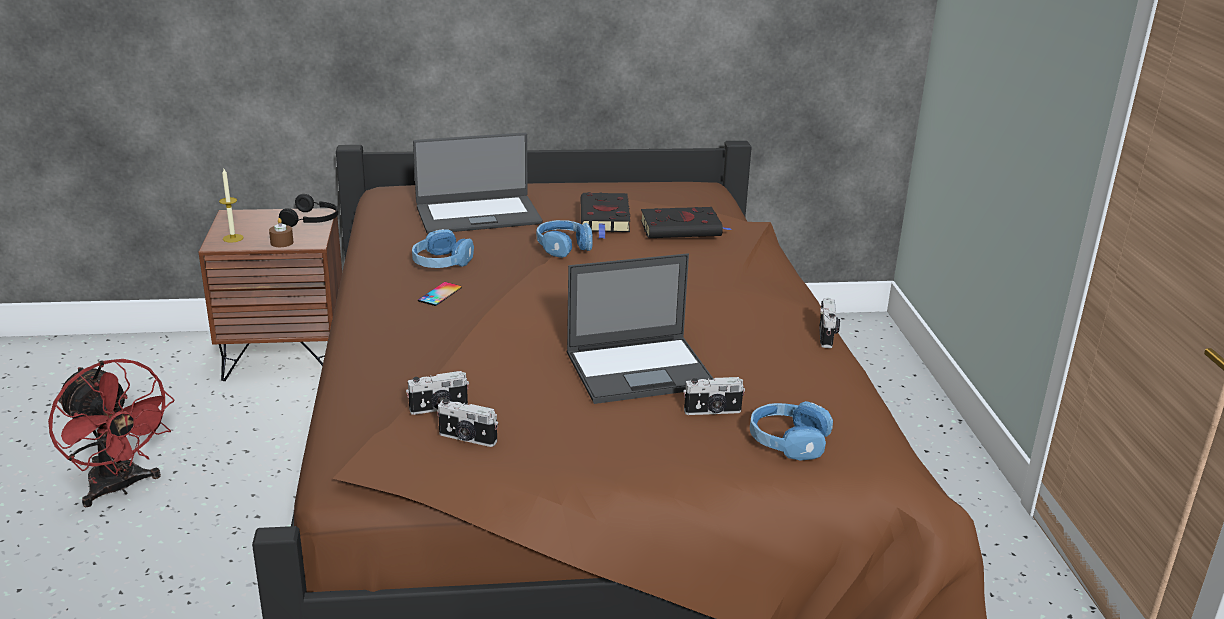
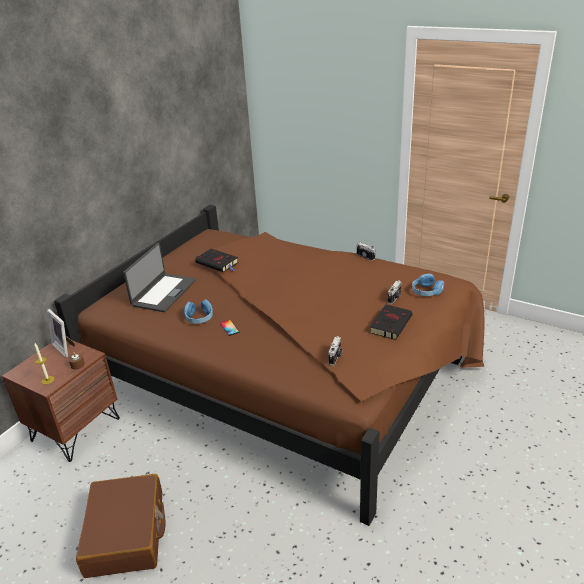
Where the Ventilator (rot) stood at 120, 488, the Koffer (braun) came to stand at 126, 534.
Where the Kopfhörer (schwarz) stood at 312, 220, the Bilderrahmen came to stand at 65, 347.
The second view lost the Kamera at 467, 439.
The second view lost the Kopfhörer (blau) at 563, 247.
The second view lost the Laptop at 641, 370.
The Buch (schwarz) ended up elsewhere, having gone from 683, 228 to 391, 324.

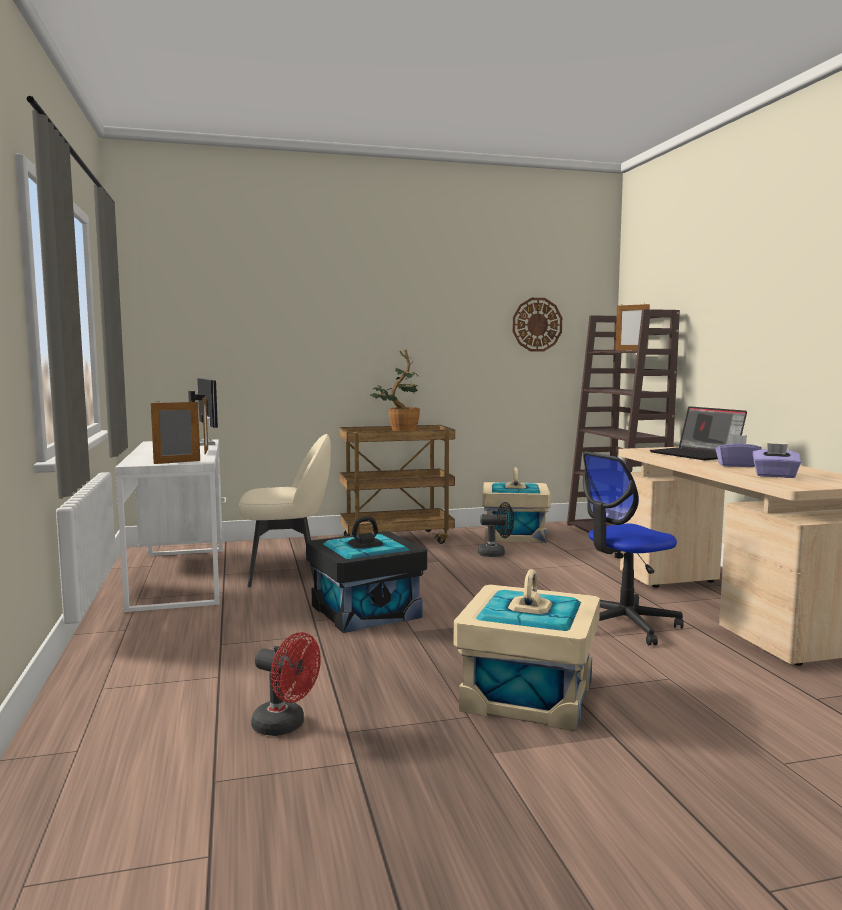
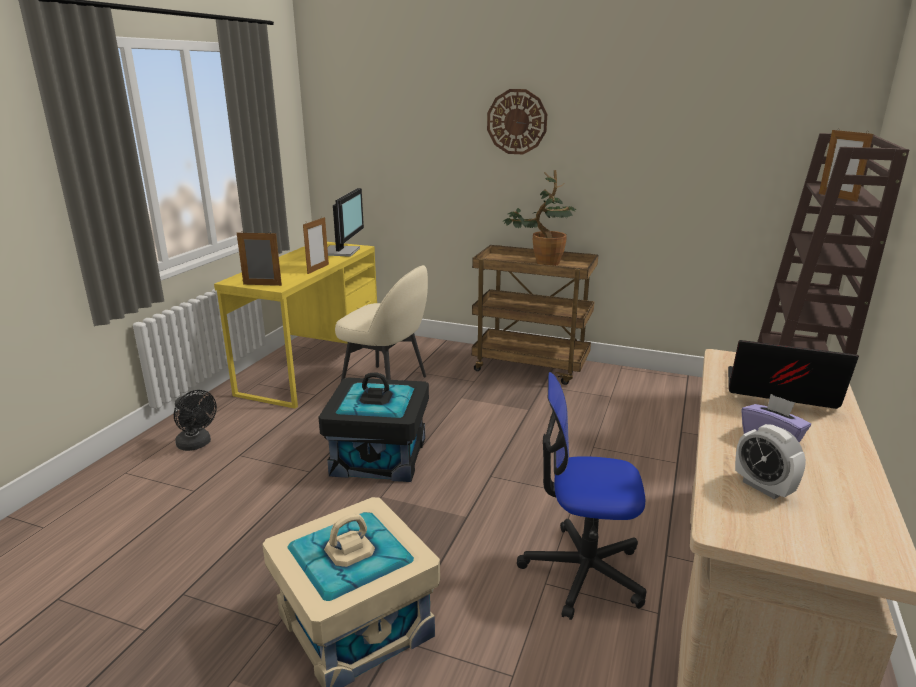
What was the Schreibtisch (weiß) at 180, 576 turned into the Schreibtisch (gelb) at 312, 367.
The second view lost the Ventilator (rot) at 285, 726.
The Ventilator (schwarz) ended up elsewhere, having gone from 496, 554 to 197, 444.
The second view lost the Aufbewahrungsbox (beige) at 515, 534.
The Wanduhr ended up elsewhere, having gone from 537, 324 to 517, 122.
The Laptop at 697, 455 ended up facing another way, 105 degrees clockwise from before.
Where the Taschentuchbox (lila) stood at 775, 476, the Wecker came to stand at 763, 487.

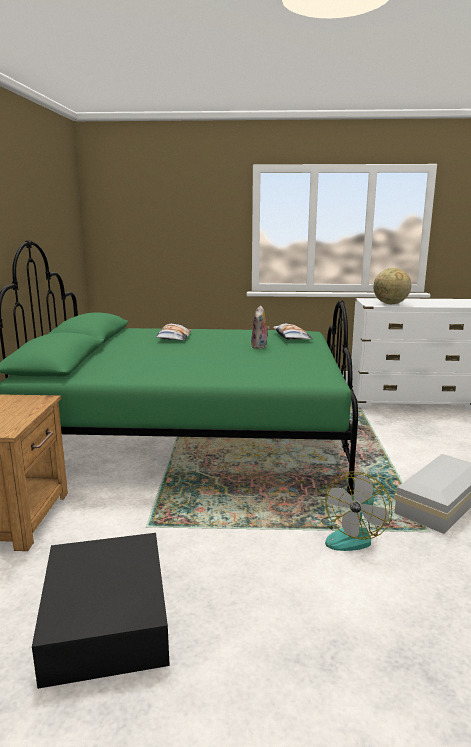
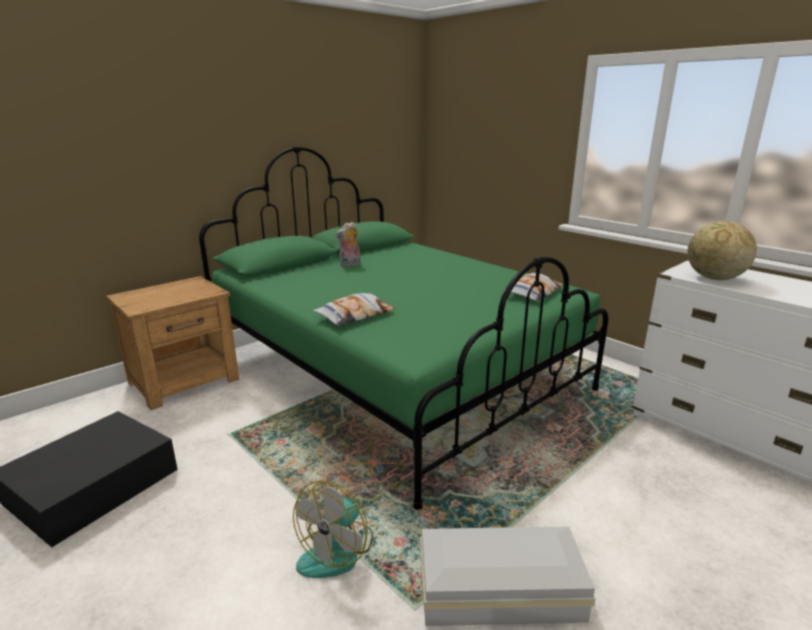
The Kissen ended up elsewhere, having gone from 174, 337 to 354, 315.
The Plüschtier ended up elsewhere, having gone from 260, 346 to 350, 264.
The Ventilator at 352, 535 ended up facing another way, 45 degrees counterclockwise from before.

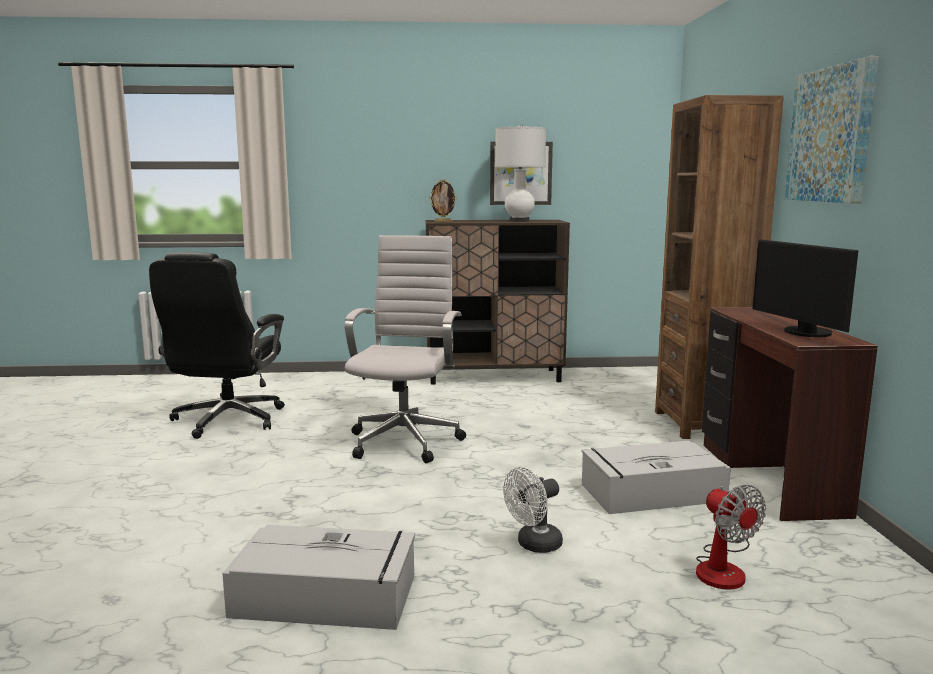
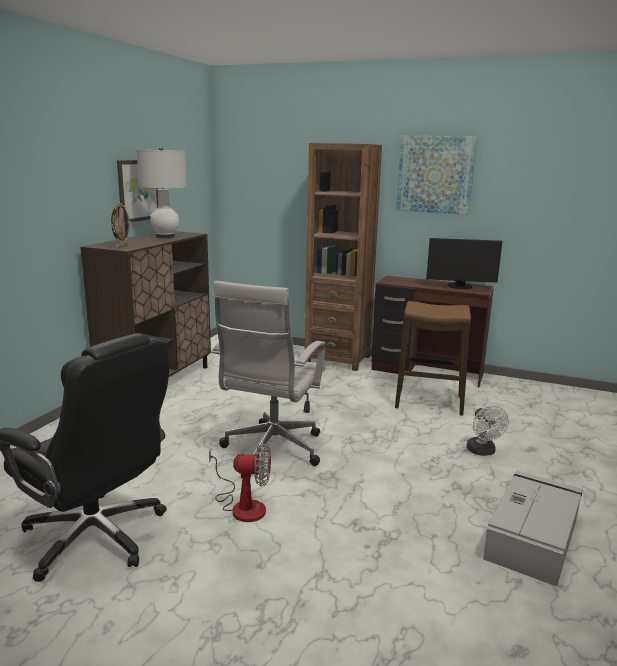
The Bürostuhl (weiß) at 406, 440 ended up facing another way, 105 degrees counterclockwise from before.
Where the Aufbewahrungsbox (grau) stood at 650, 493, the Hocker came to stand at 428, 402.
The Ventilator ended up elsewhere, having gone from 723, 567 to 242, 505.

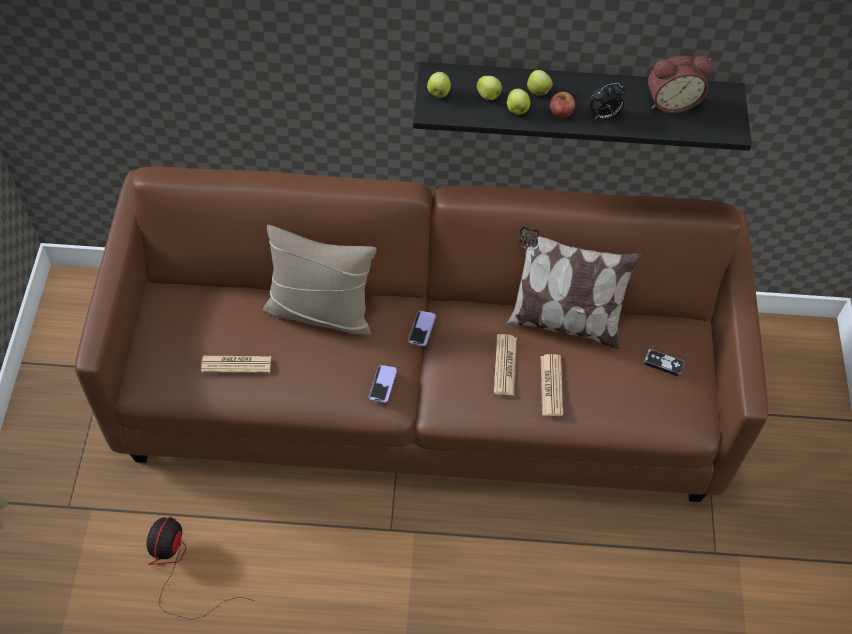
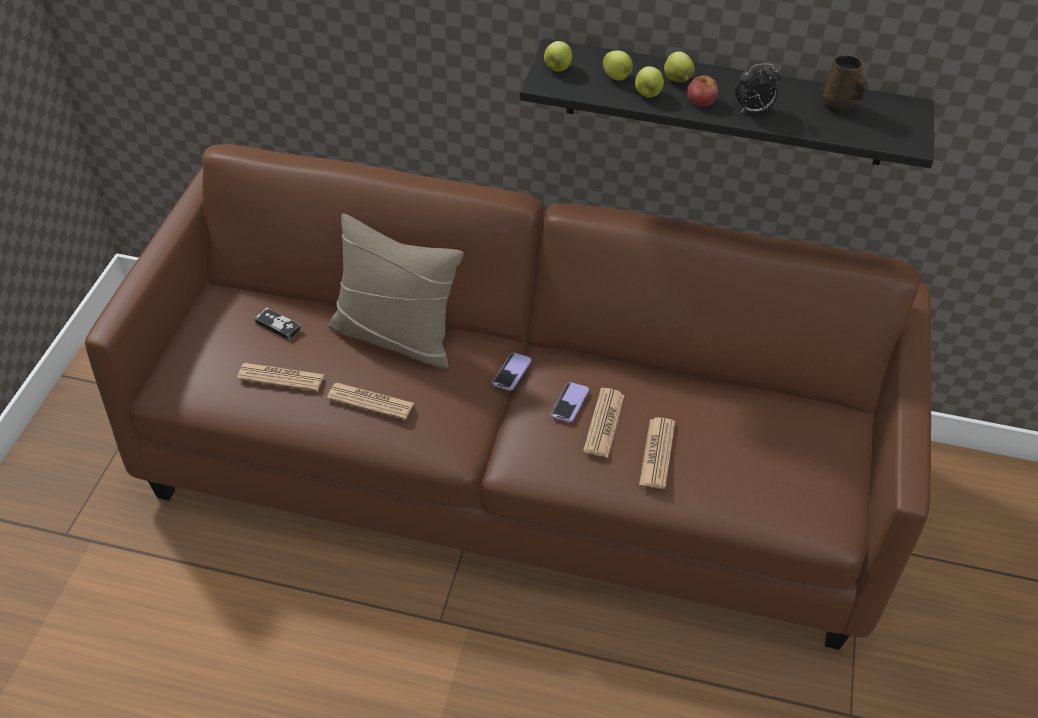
The second view lost the Ventilator at 179, 568.
The Handy ended up elsewhere, having gone from 382, 384 to 569, 403.
The second view lost the Kissen at 562, 321.
The Gamepad ended up elsewhere, having gone from 663, 364 to 278, 325.
Where the Wecker stood at 671, 101, the Henkelbecher (braun) came to stand at 838, 106.
The second view gained the Zeitung at 370, 401.

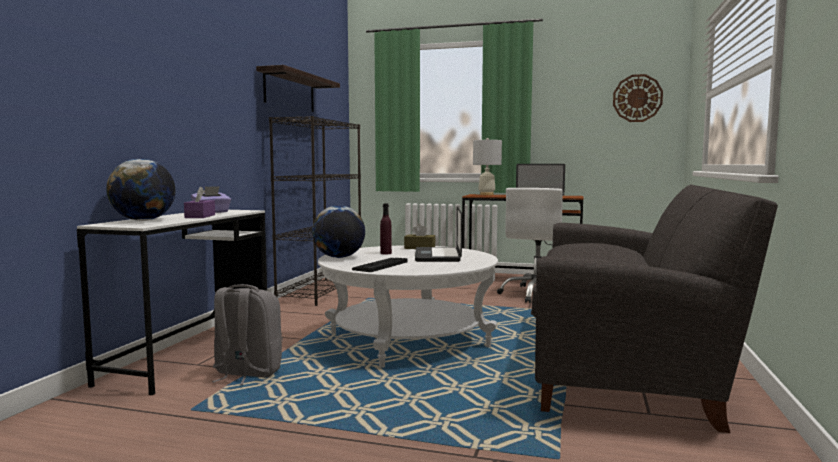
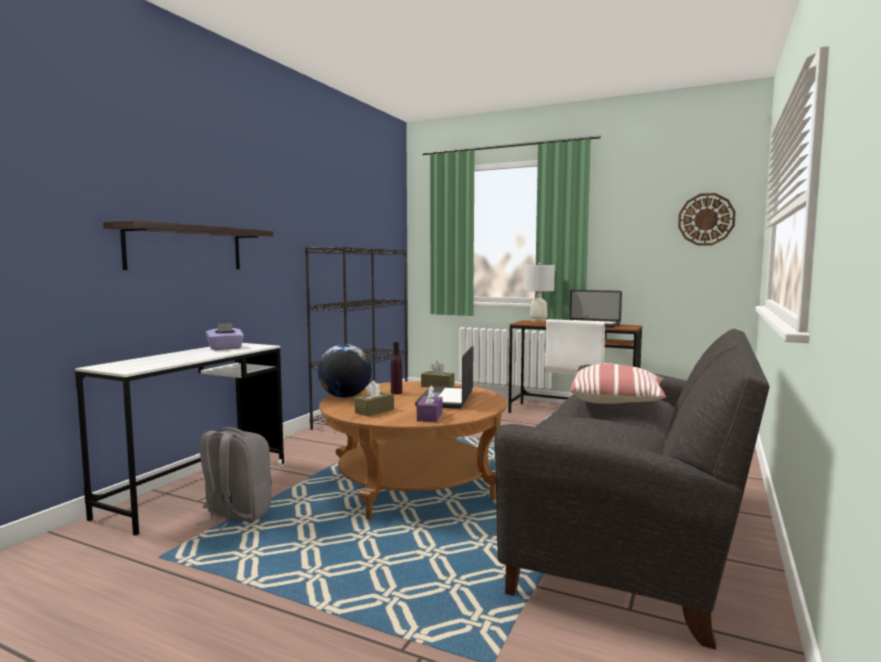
The second view lost the Globus at 143, 220.
The Taschentuchbox (lila) ended up elsewhere, having gone from 200, 216 to 429, 416.
The Wandregal ended up elsewhere, having gone from 289, 91 to 186, 248.
What was the Couchtisch (weiß) at 408, 340 turned into the Couchtisch (braun) at 414, 485.
Where the Tastatur stood at 380, 265, the Taschentuchbox (braun) came to stand at 374, 411.
The second view gained the Kissen at 617, 401.

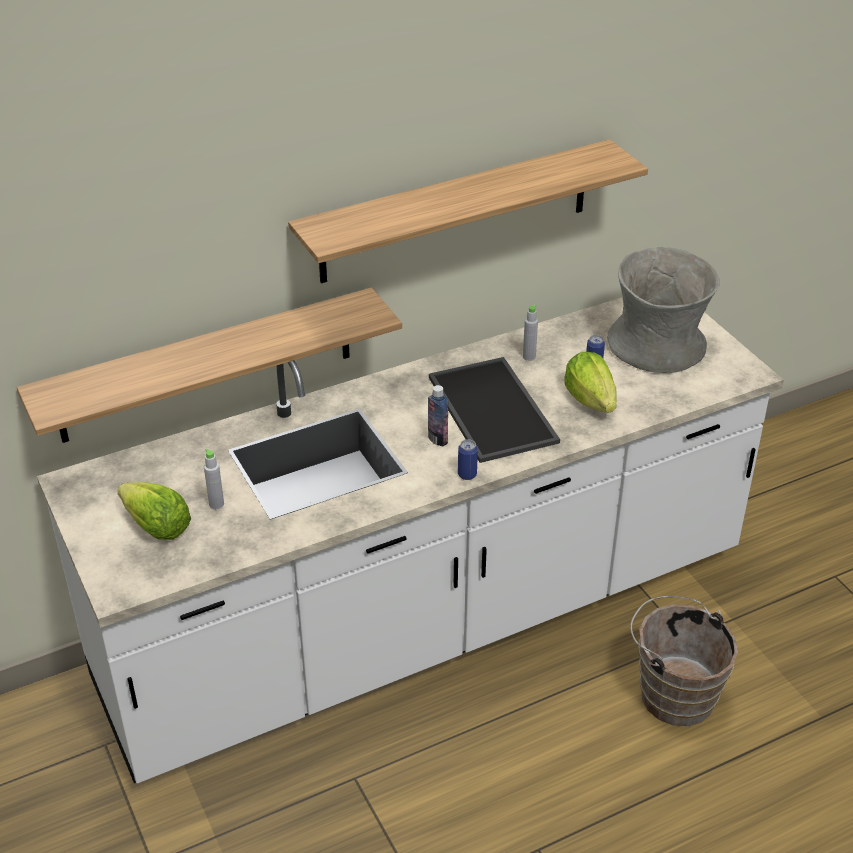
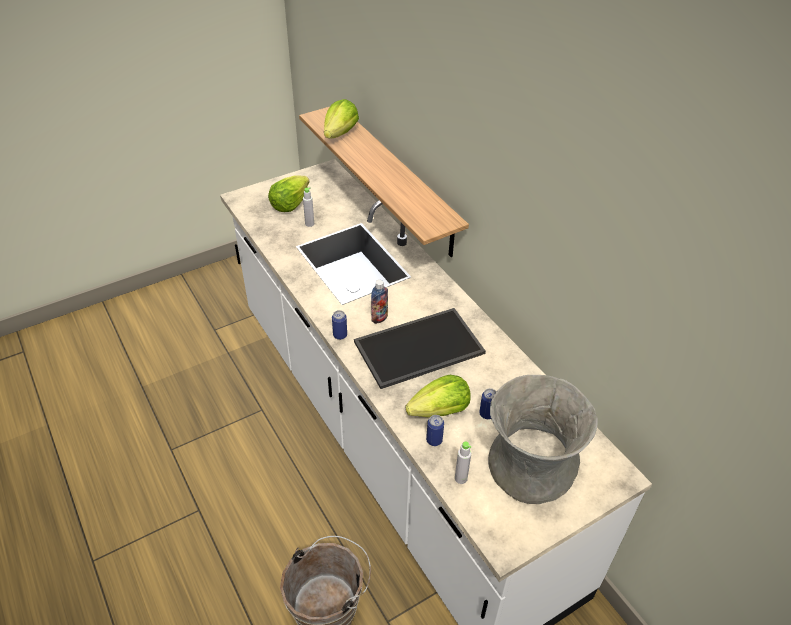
The second view lost the Wandregal at 456, 212.
The Flasche (grau) ended up elsewhere, having gone from 529, 357 to 461, 478.
The second view gained the Salatkopf at 340, 134.
The second view gained the Dose at 434, 440.

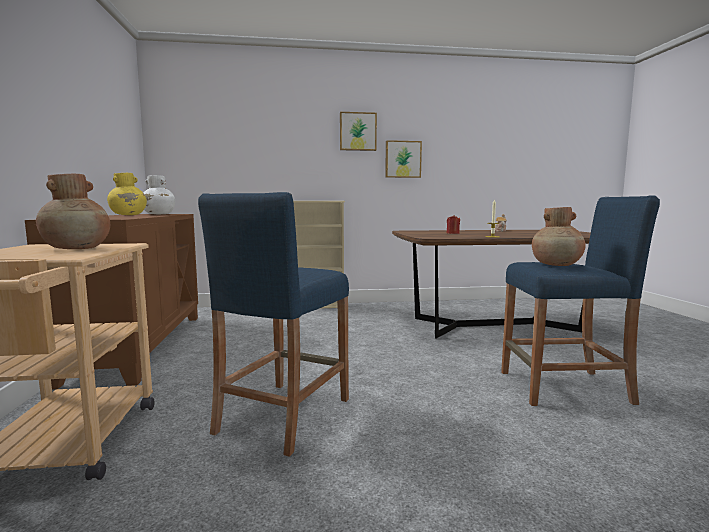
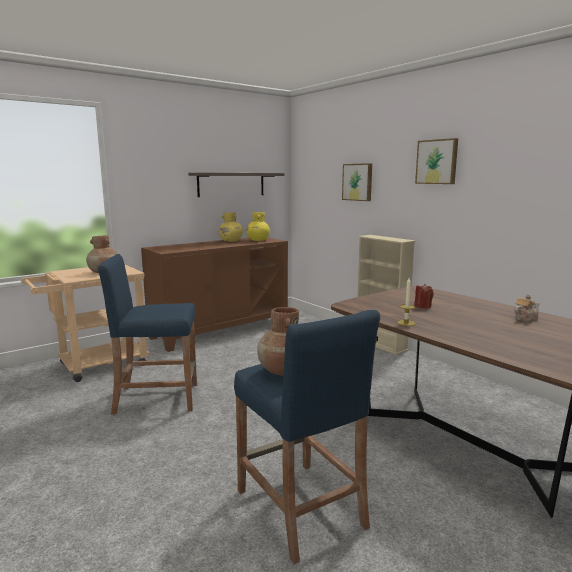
What was the Vase (weiß) at 159, 214 turned into the Vase (gelb) at 258, 240.
The Bild ended up elsewhere, having gone from 402, 159 to 358, 182.
The second view gained the Wandregal at 231, 184.

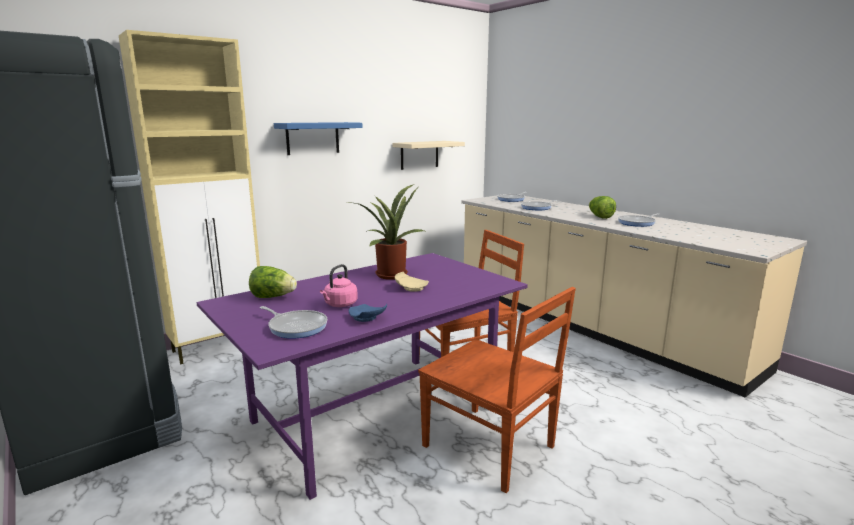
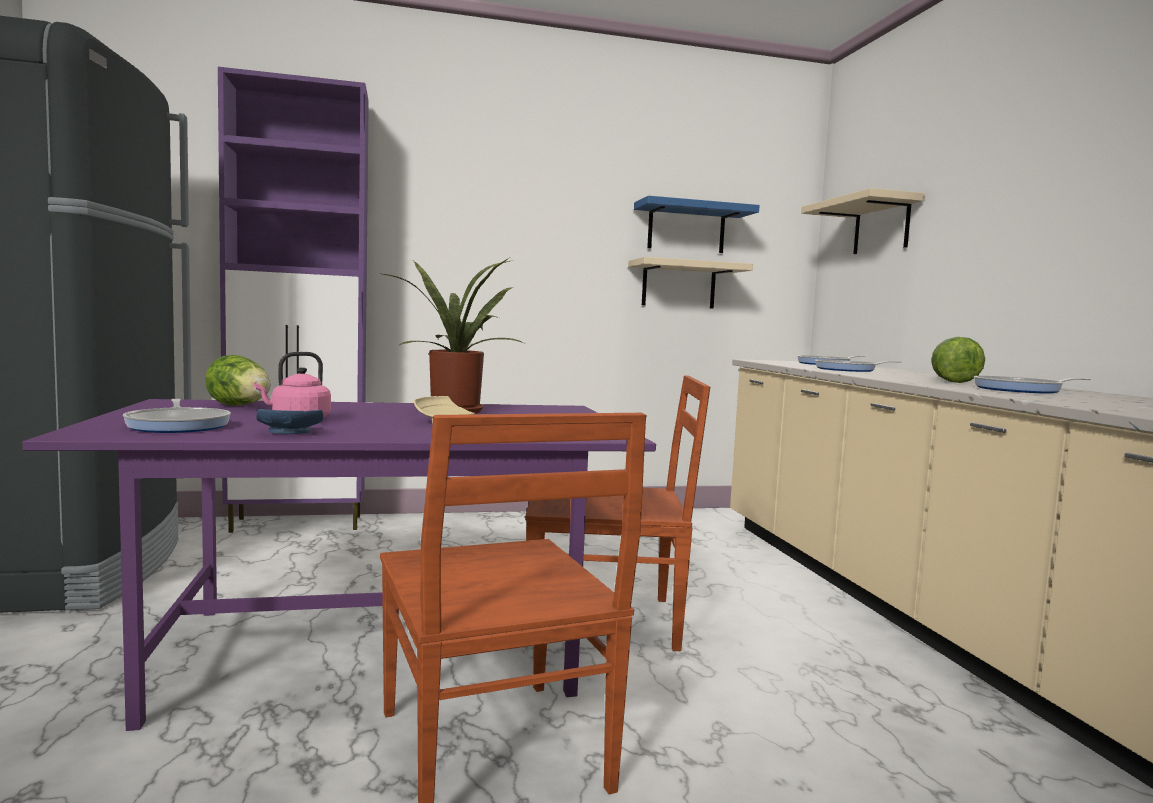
What was the Schrank (beige) at 220, 346 turned into the Schrank (lila) at 299, 524.
The Wandregal (blau) ended up elsewhere, having gone from 312, 138 to 686, 228.
The second view gained the Wandregal (beige) at 881, 226.

